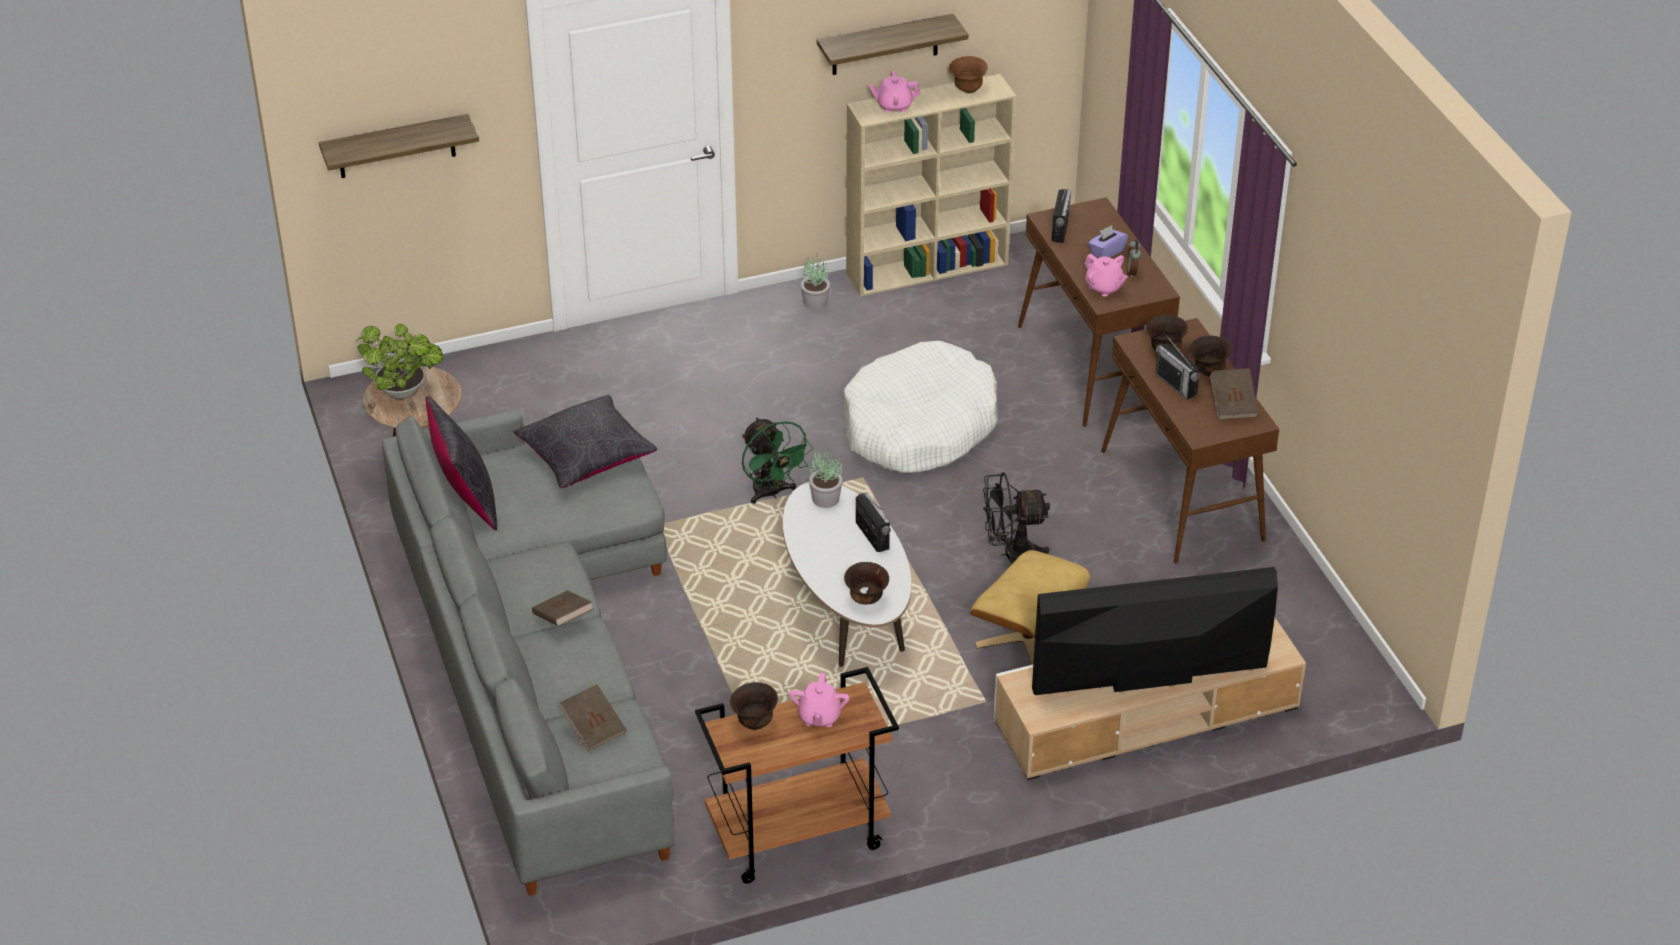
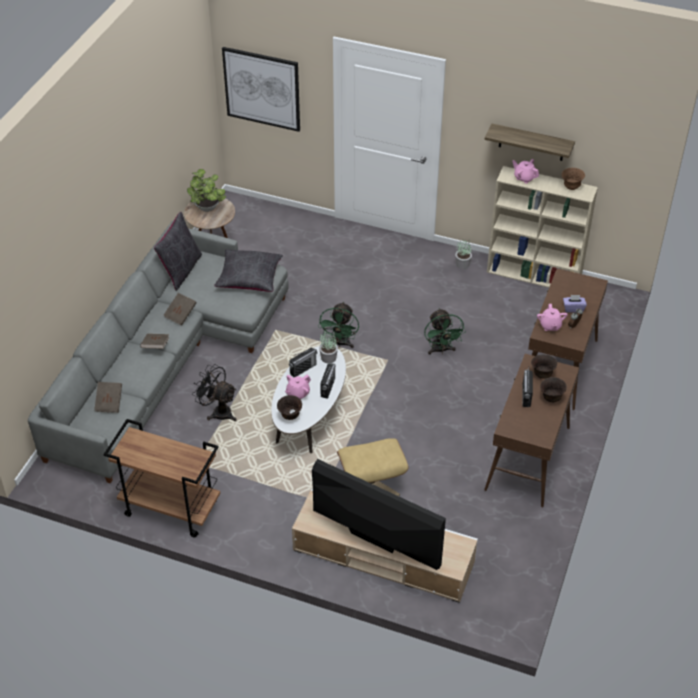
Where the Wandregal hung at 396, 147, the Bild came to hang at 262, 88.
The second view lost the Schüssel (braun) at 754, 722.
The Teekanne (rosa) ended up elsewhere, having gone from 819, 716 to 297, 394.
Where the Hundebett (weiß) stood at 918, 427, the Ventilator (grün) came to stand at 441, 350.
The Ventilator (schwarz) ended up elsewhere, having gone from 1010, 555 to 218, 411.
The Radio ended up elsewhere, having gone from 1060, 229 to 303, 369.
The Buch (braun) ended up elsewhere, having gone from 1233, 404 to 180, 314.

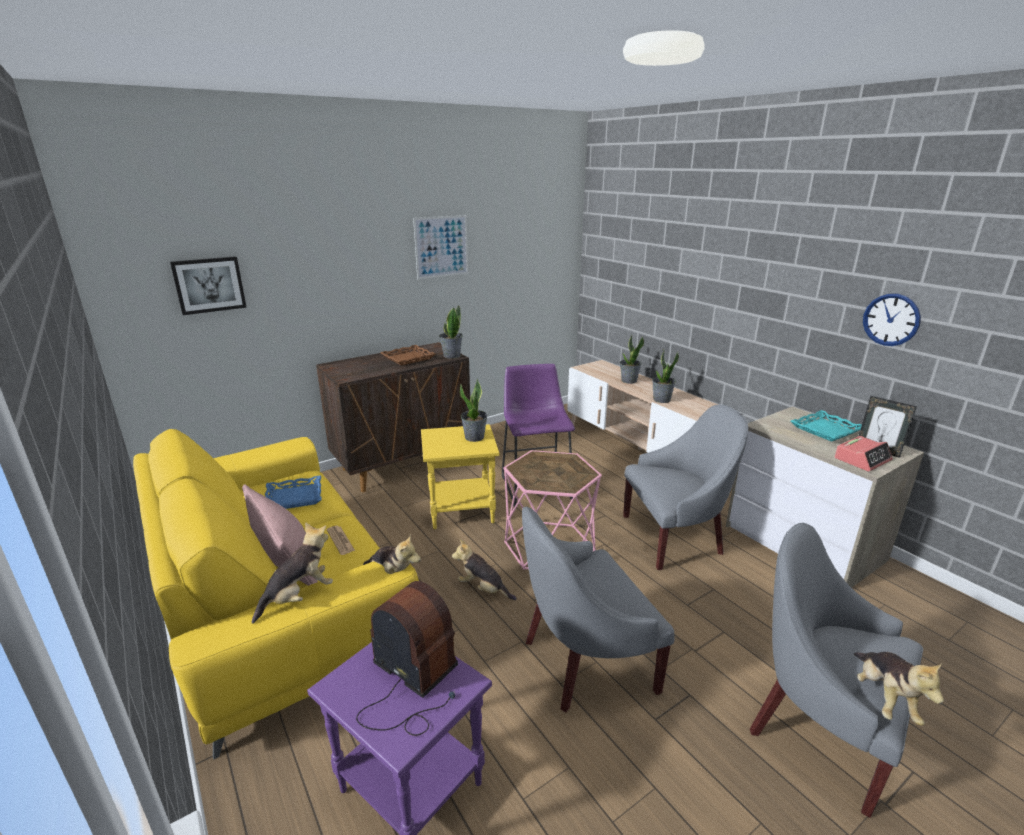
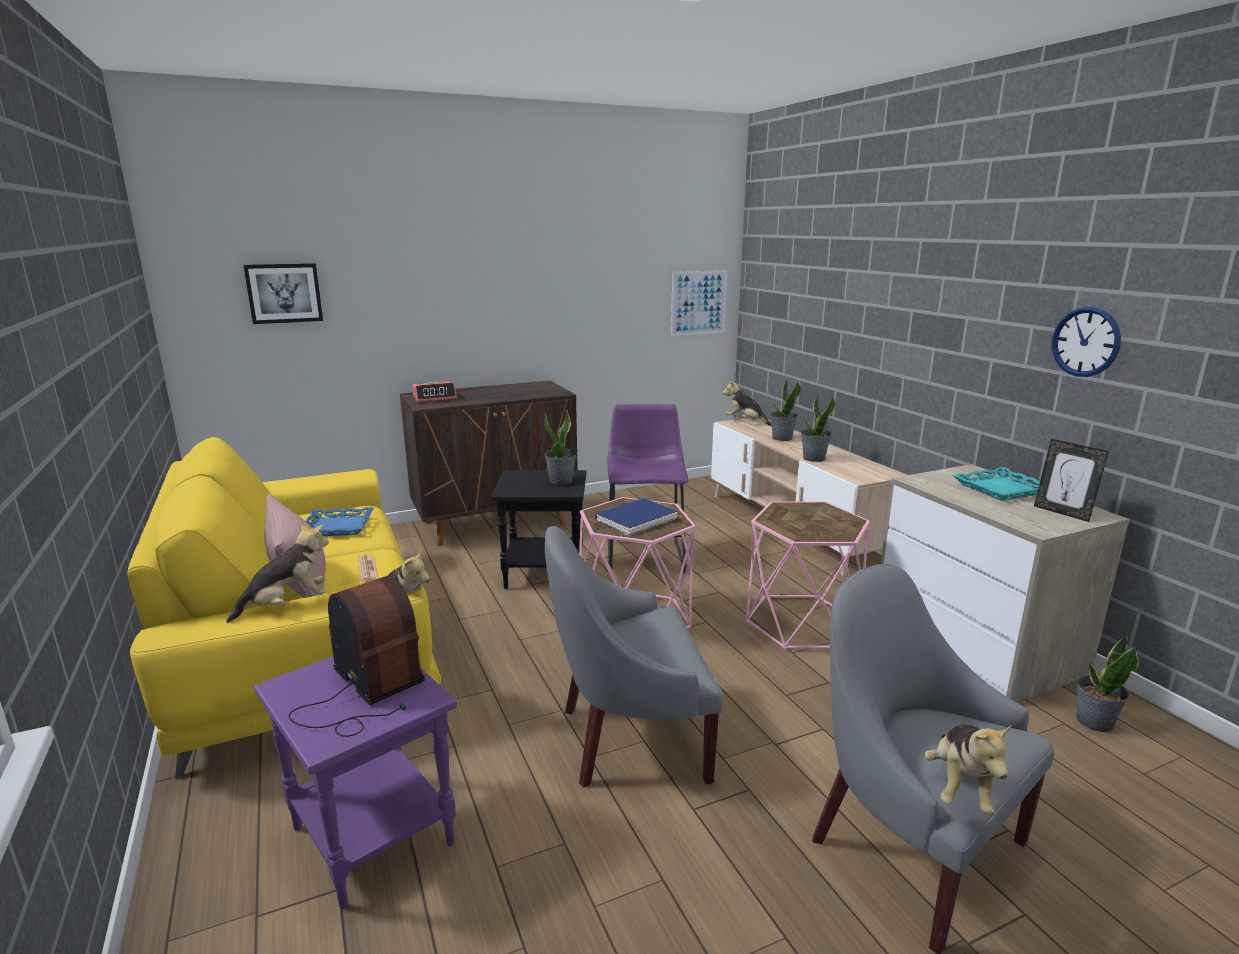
The second view lost the Tablett (braun) at 408, 358.
The Bild ended up elsewhere, having gone from 441, 246 to 698, 302.
What was the Beistelltisch (gelb) at 462, 510 turned into the Beistelltisch (schwarz) at 545, 573.
The Topfpflanze ended up elsewhere, having gone from 451, 355 to 1094, 721.
The Plüschtier ended up elsewhere, having gone from 483, 589 to 746, 422.
Where the Sessel (grau) stood at 675, 537, the Beistelltisch (rosa) came to stand at 800, 622.
The Wecker ended up elsewhere, having gone from 862, 459 to 435, 398.
The second view gained the Buch (blau) at 636, 520.

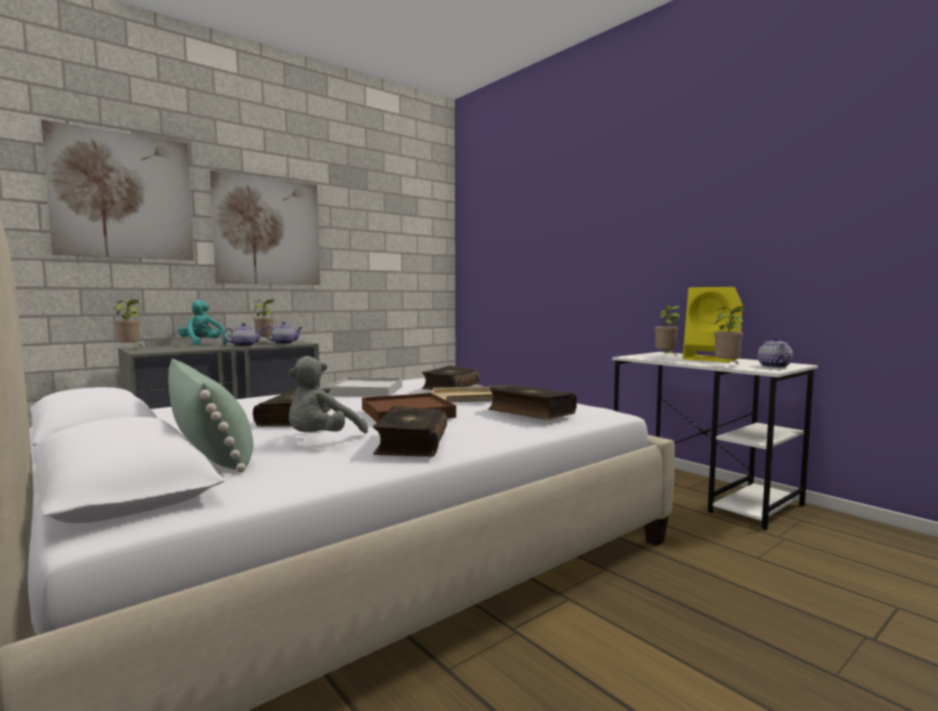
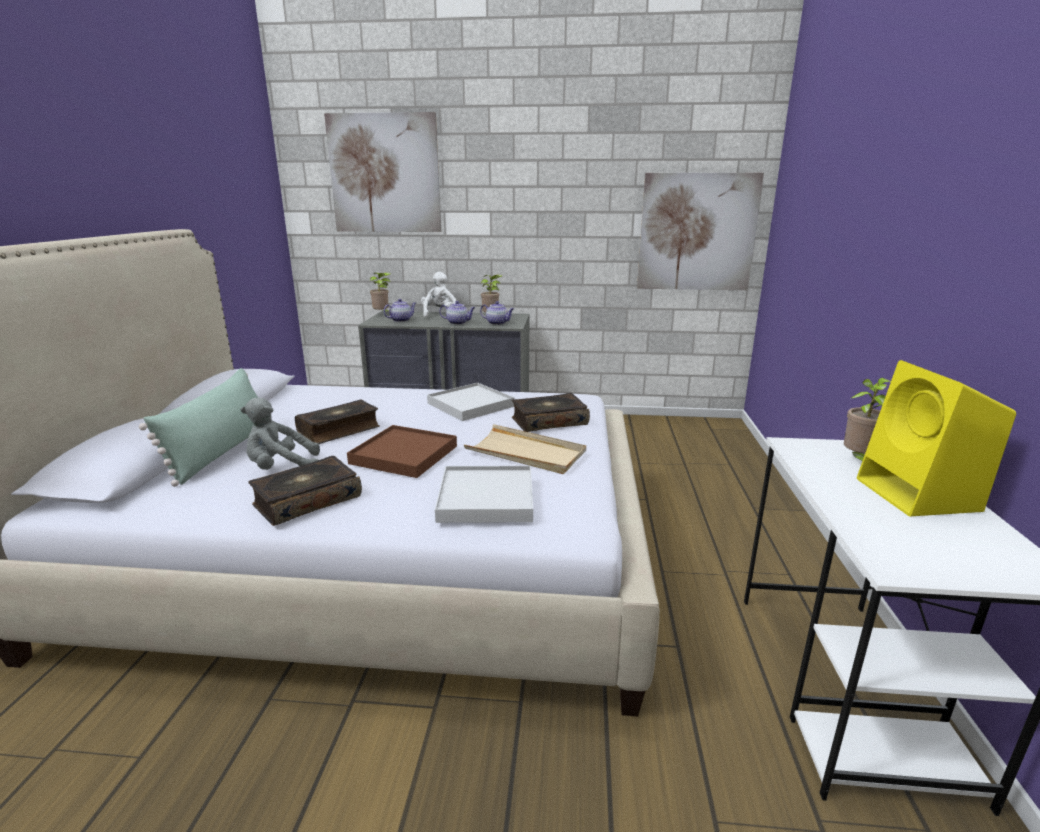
What was the Plüschtier (türkis) at 202, 344 turned into the Plüschtier (weiß) at 439, 314.
The Bild ended up elsewhere, having gone from 268, 231 to 697, 232.
Where the Buch stood at 530, 412, the Tablett (weiß) came to stand at 486, 498.
The second view lost the Topfpflanze at 728, 366.
The Teekanne ended up elsewhere, having gone from 773, 366 to 401, 320.

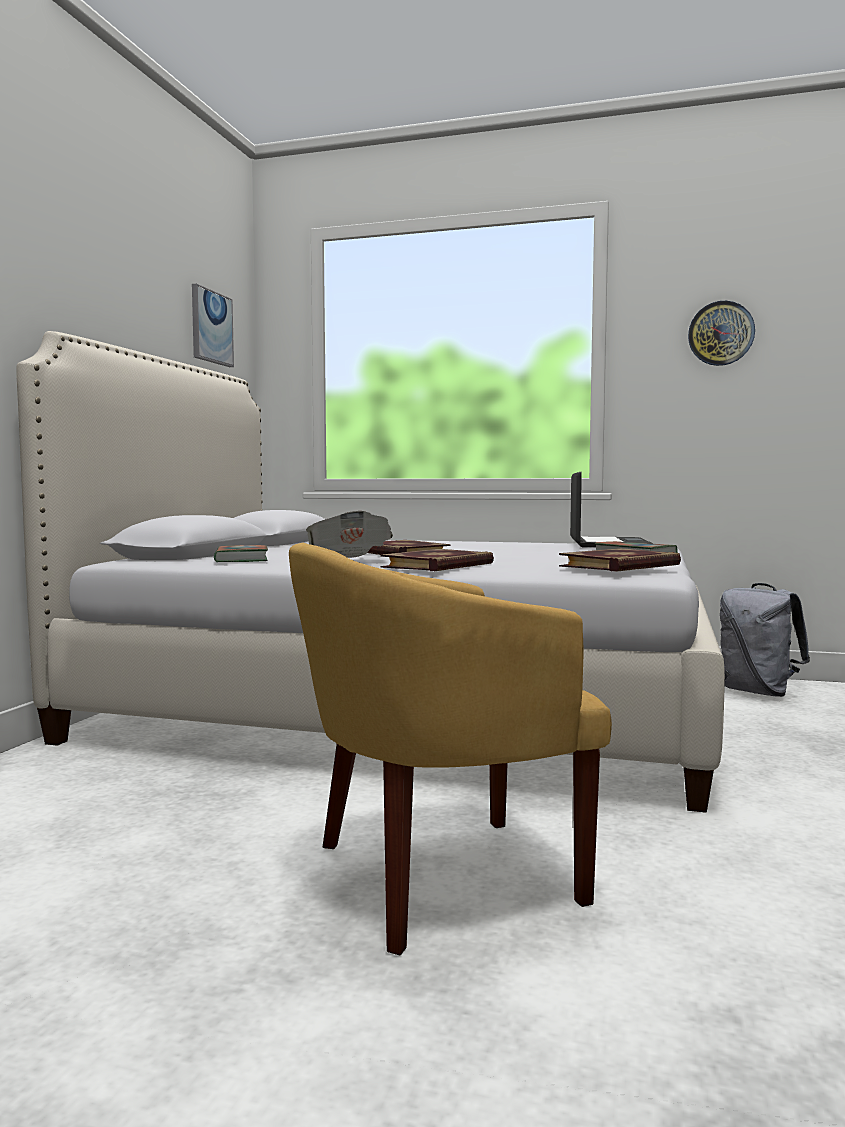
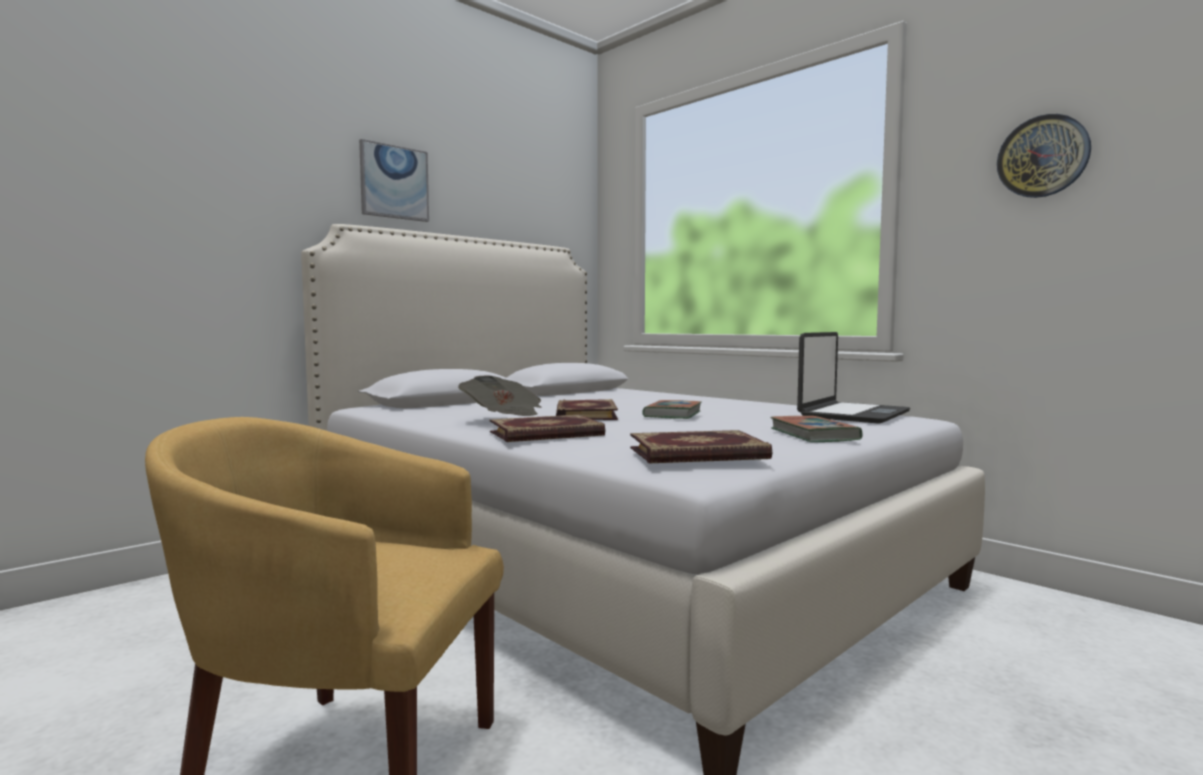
The Bild ended up elsewhere, having gone from 211, 327 to 394, 182.
The Buch ended up elsewhere, having gone from 241, 559 to 673, 414.
The second view lost the Rucksack (grau) at 758, 692.

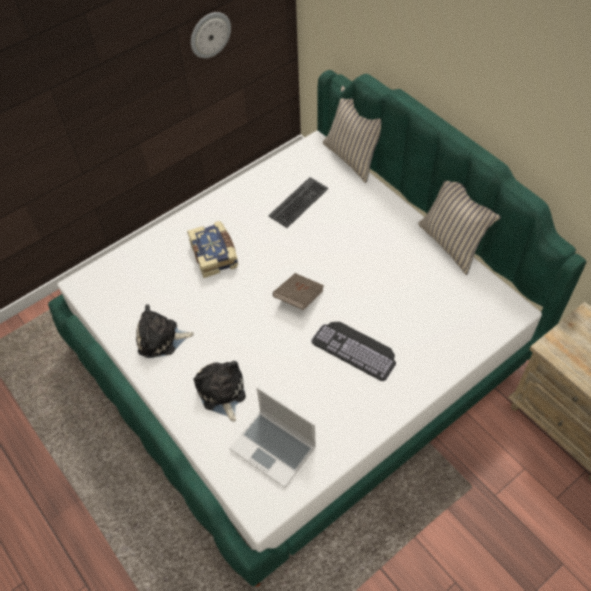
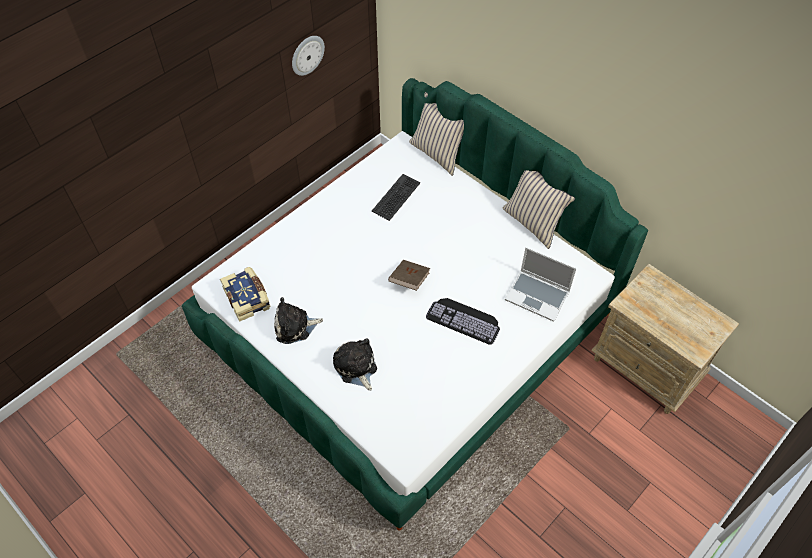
The Buch ended up elsewhere, having gone from 215, 254 to 247, 298.
The Laptop ended up elsewhere, having gone from 274, 448 to 538, 296.

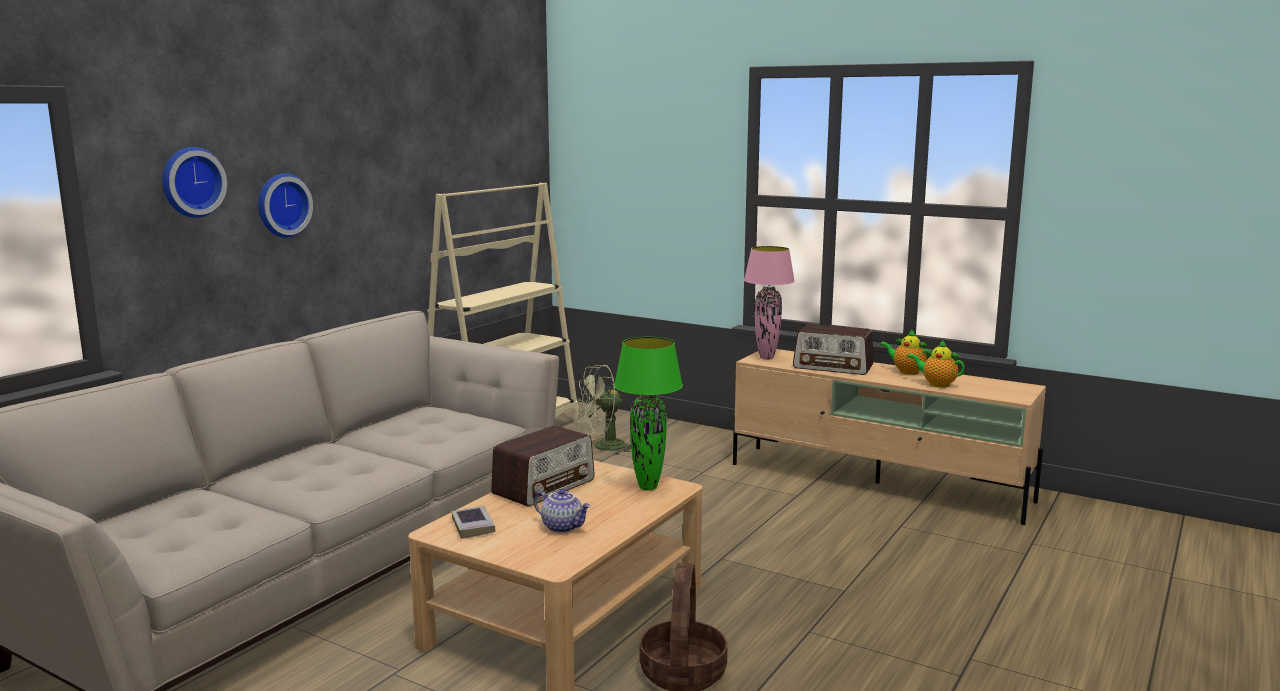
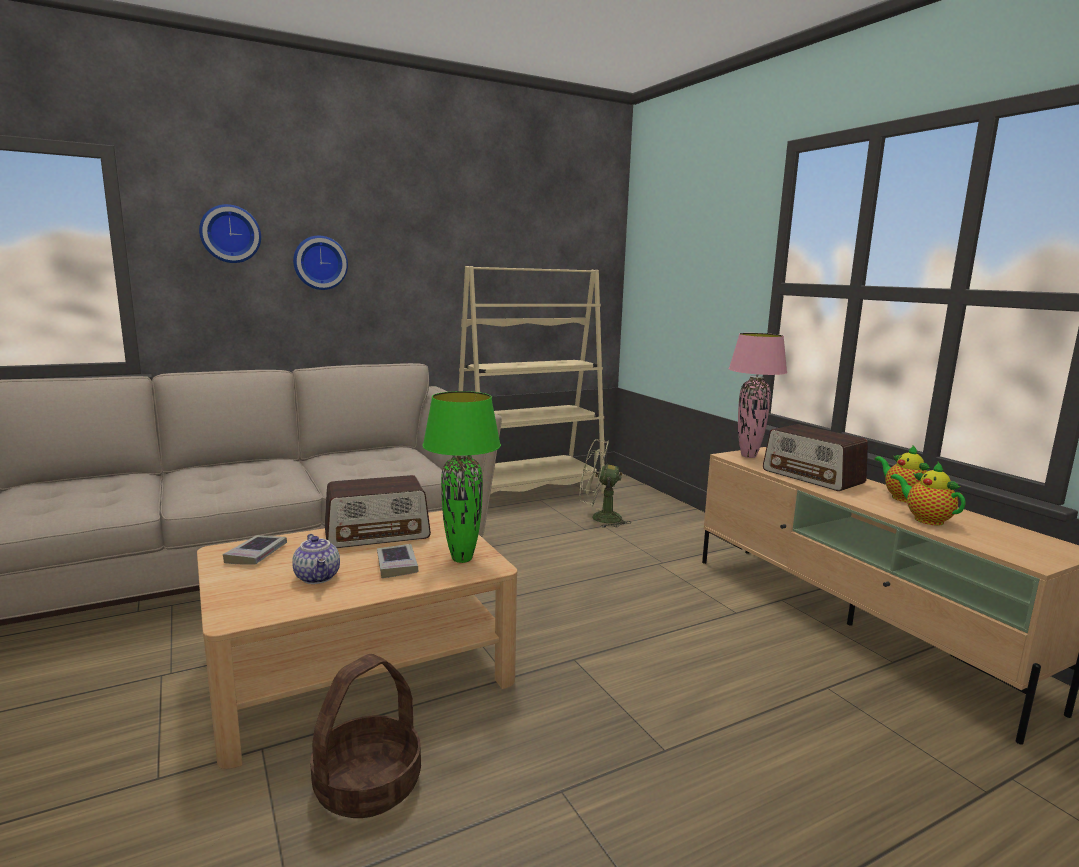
The second view gained the Buch at 397, 565.

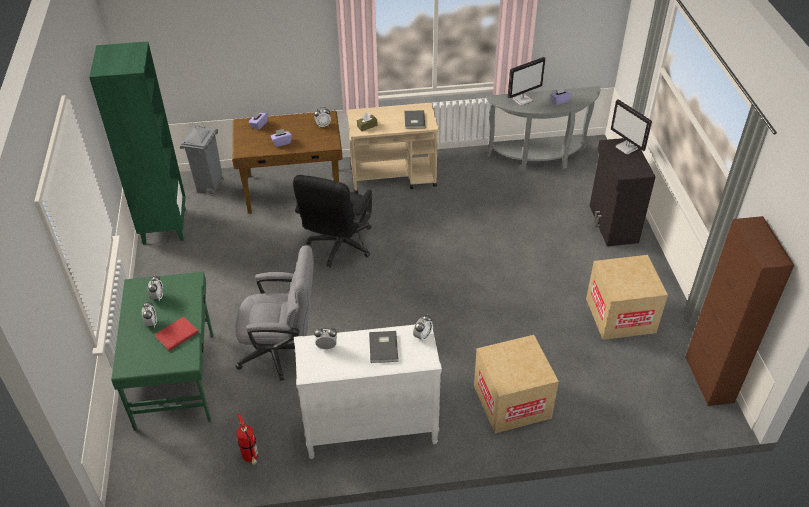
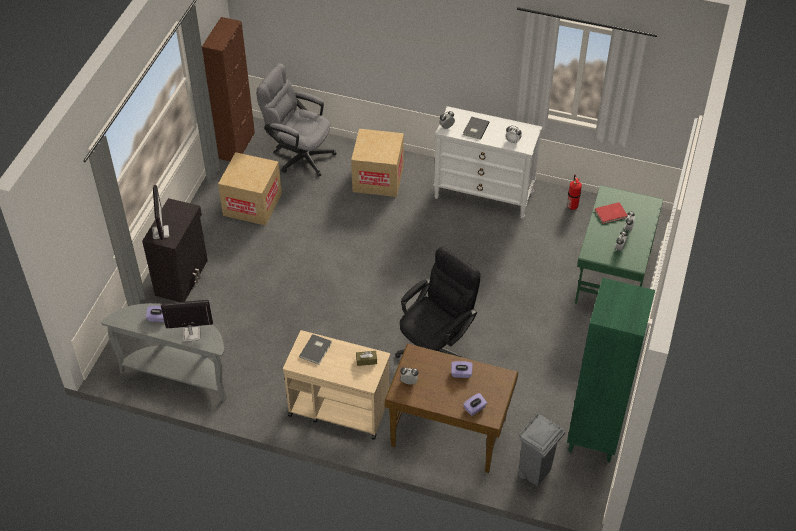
The Bürostuhl (grau) ended up elsewhere, having gone from 282, 351 to 299, 155.

